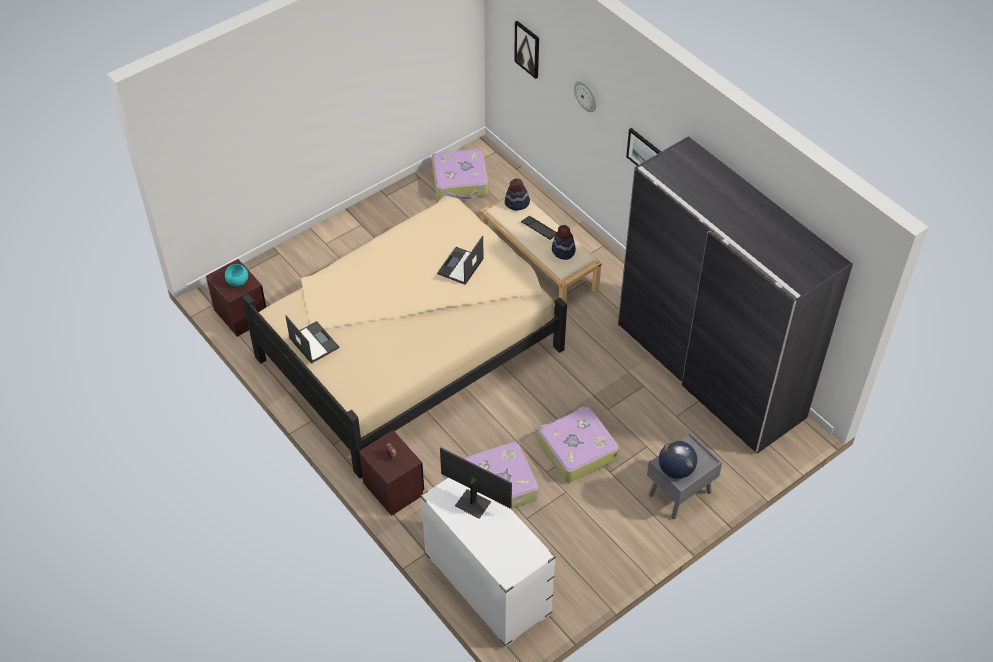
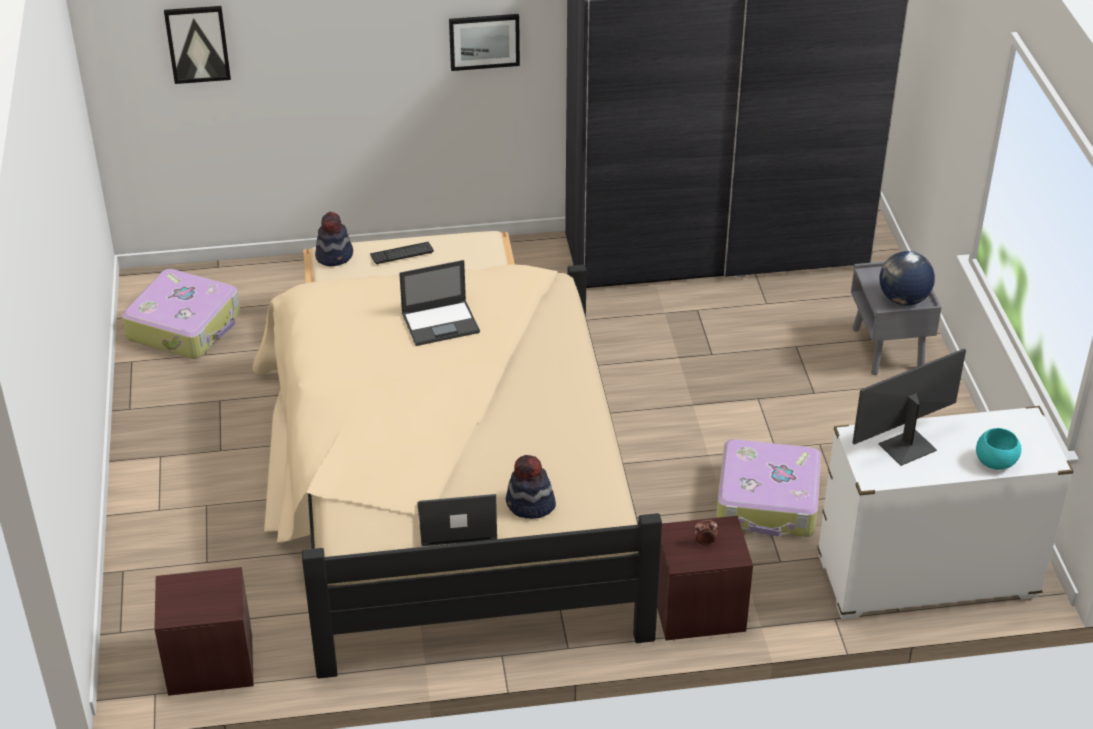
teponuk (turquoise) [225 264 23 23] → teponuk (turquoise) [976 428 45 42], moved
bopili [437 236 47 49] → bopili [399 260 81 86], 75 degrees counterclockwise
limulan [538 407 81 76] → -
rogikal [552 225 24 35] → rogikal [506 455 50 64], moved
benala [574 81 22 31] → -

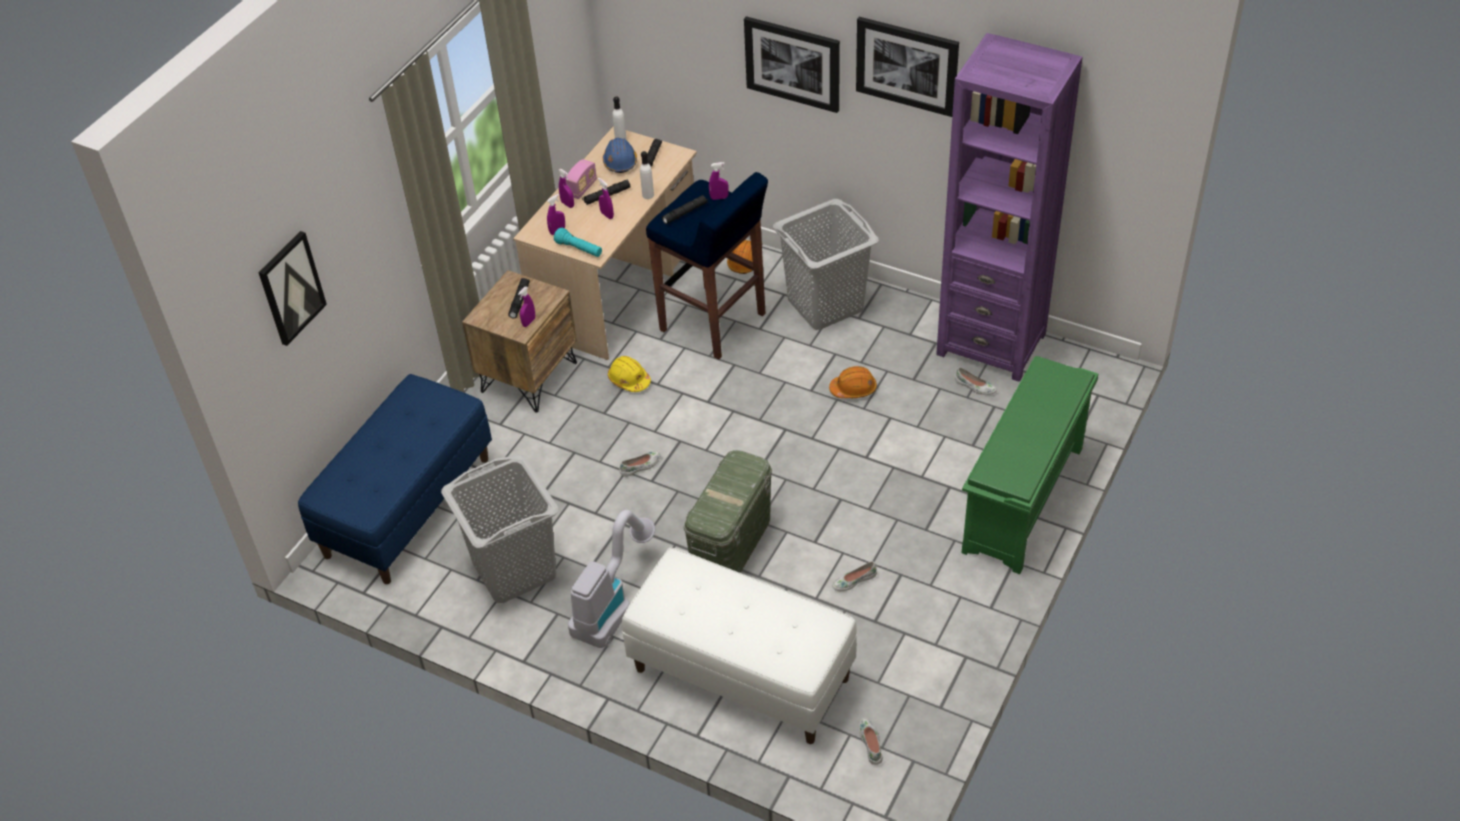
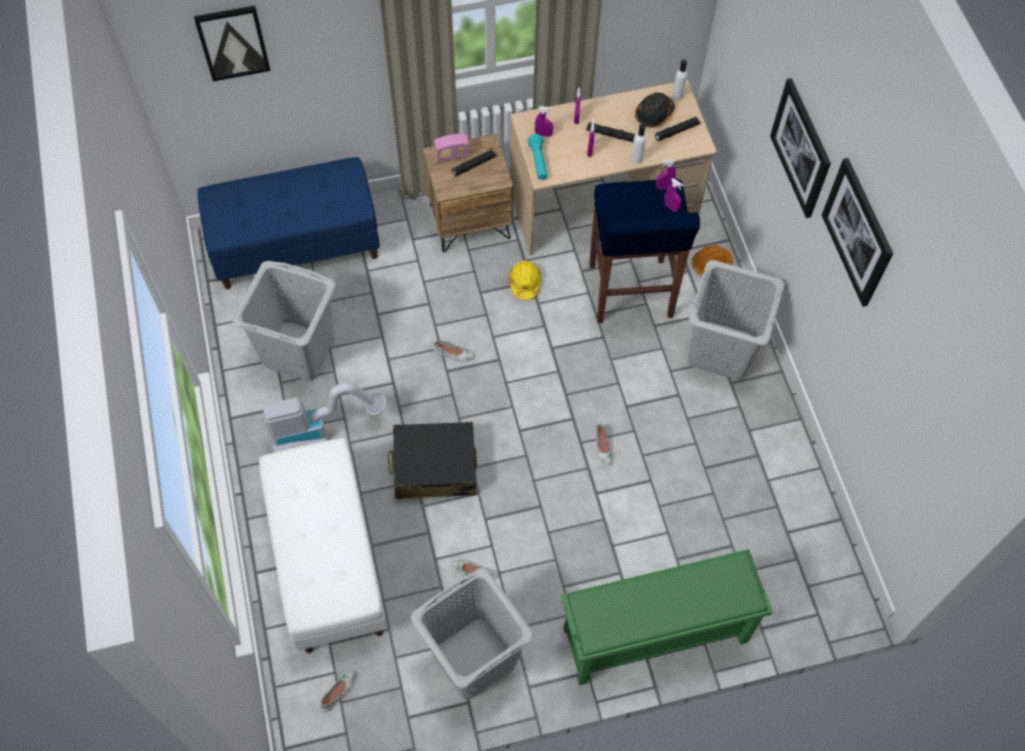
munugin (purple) [518 287 17 40] → munugin (purple) [656 159 20 31], moved
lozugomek [566 159 31 40] → lozugomek [434 134 36 29], moved
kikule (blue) [603 138 34 35] → kikule (black) [635 92 40 36]
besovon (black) [662 195 46 29] → -
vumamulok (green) [684 450 88 123] → limulan (black) [388 422 89 77]
kikule (orange) [829 366 48 32] → -
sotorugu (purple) [936 33 147 349] → -
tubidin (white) [955 368 42 27] → tubidin (white) [594 424 19 42], moved
- → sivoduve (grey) [411 568 123 131]

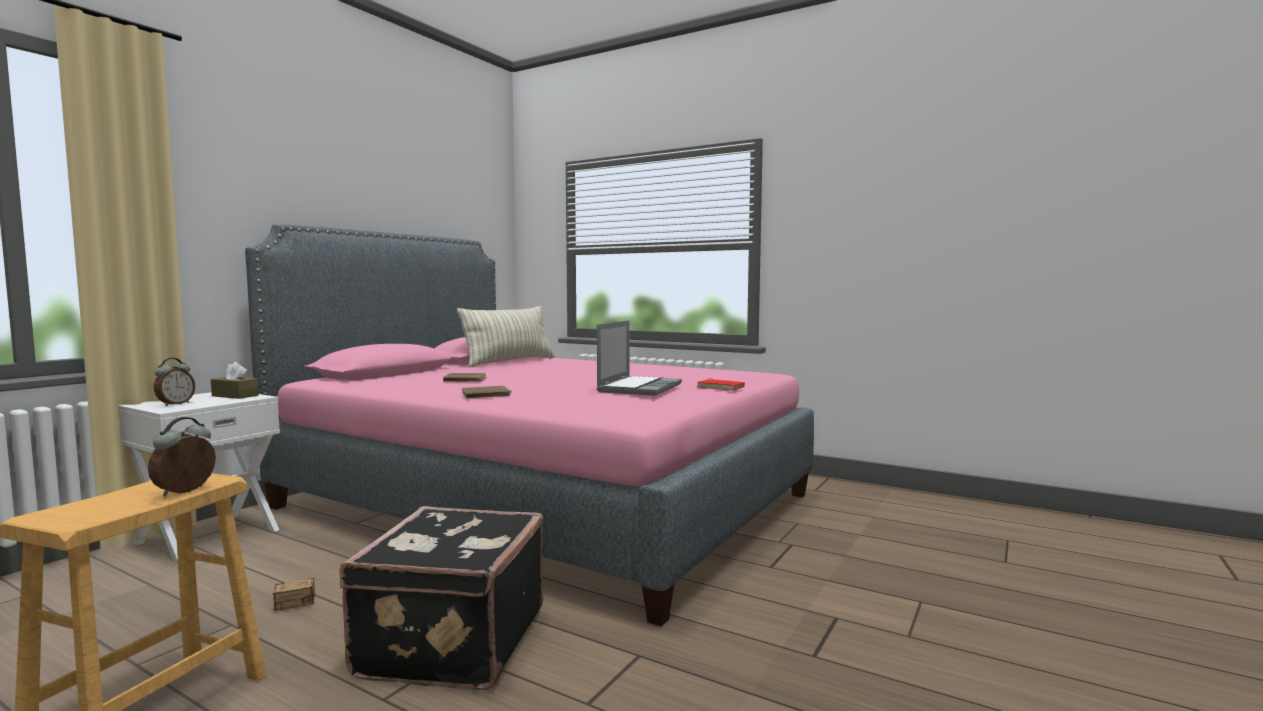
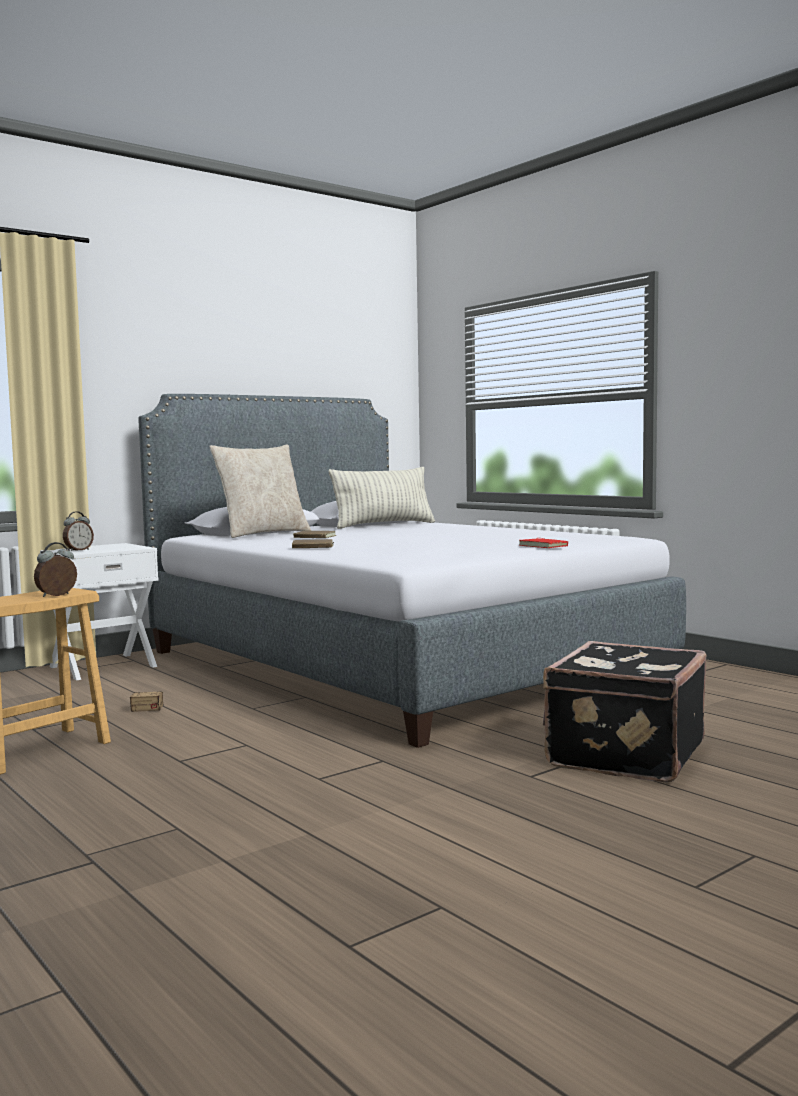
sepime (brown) [211 362 48 37] → -
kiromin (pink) [245 224 569 402] → kiromin (grey) [139 394 547 354]
limulan (black) [339 506 204 184] → limulan (black) [543 641 164 142], moved
bopili [597 321 85 75] → -
- → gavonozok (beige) [209 445 102 93]

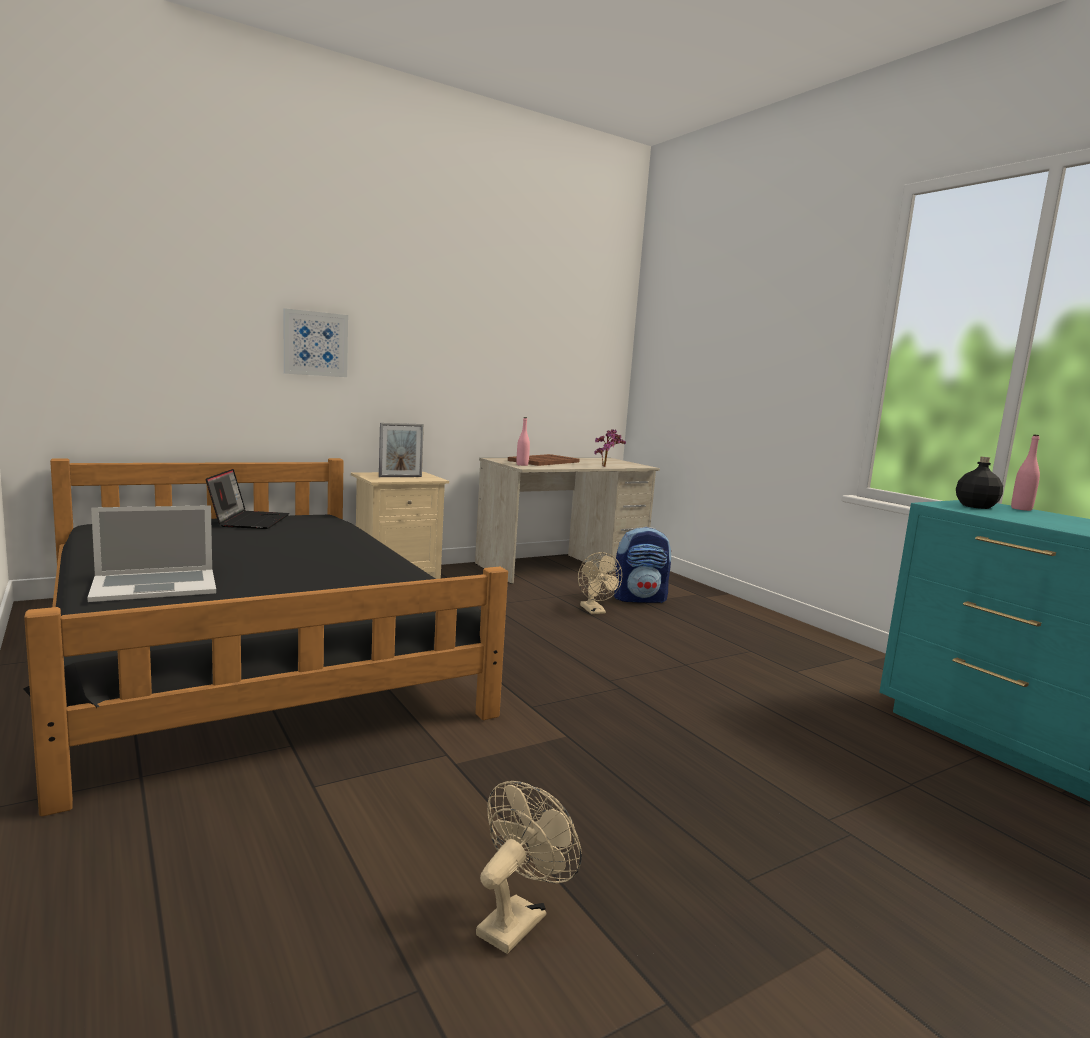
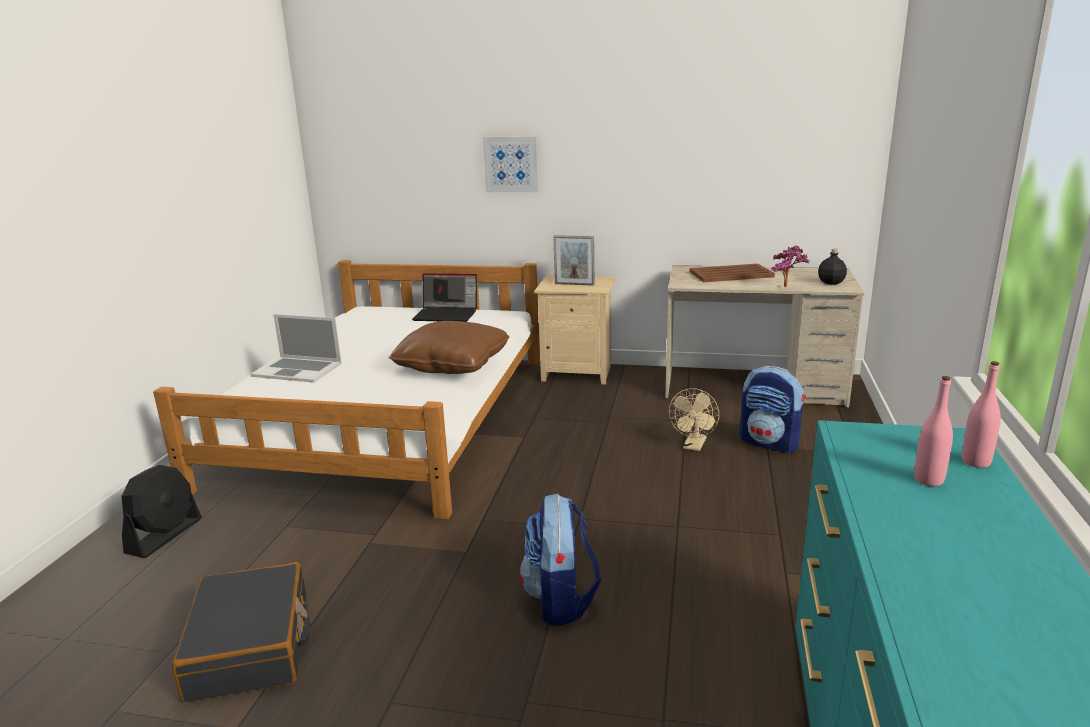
kiromin (black) [23 458 485 358] → kiromin (white) [153 260 387 260]
bopili [206 469 83 60] → bopili [412 273 65 49], 60 degrees clockwise
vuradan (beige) [476 781 106 173] → limulan (black) [172 562 138 141]
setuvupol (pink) [517 417 13 49] → setuvupol (pink) [914 376 39 110], moved
setuvupol (black) [956 457 47 52] → setuvupol (black) [818 249 29 36], moved
- → vuradan (black) [121 465 81 93]
- → gavonozok (brown) [389 321 120 53]
- → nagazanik [520 494 81 132]

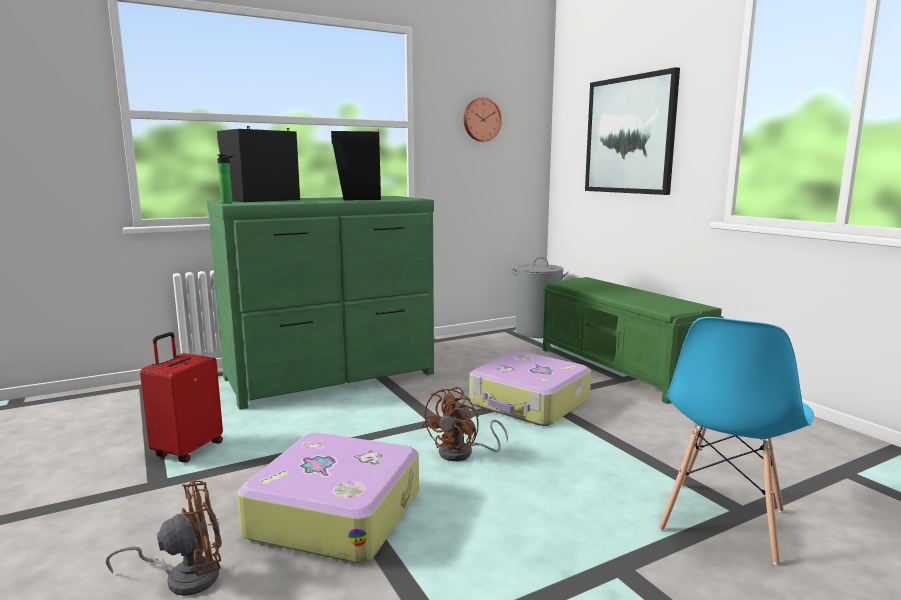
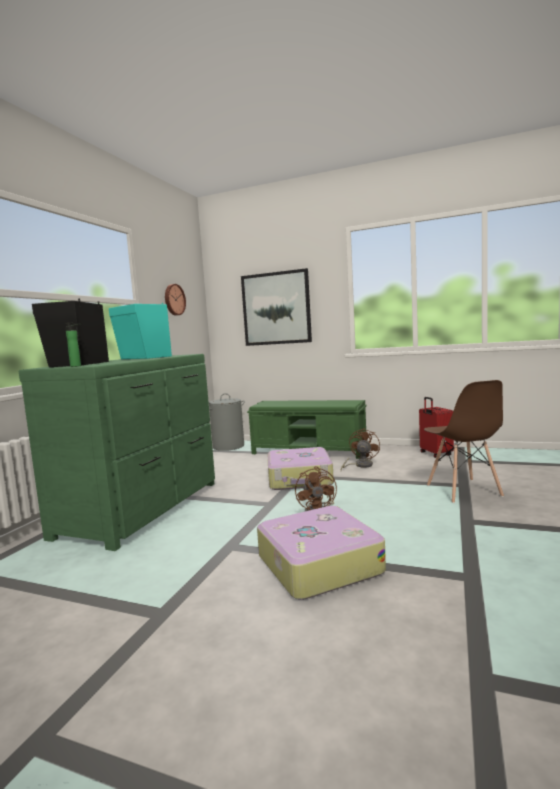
vuradan (brown) [105 481 117 115] → vuradan (brown) [341 428 39 42], moved
limulan (red) [140 332 83 130] → limulan (red) [419 397 35 61], moved
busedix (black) [331 129 50 71] → busedix (turquoise) [109 303 63 56]
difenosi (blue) [659 317 155 248] → difenosi (brown) [424 380 80 123]

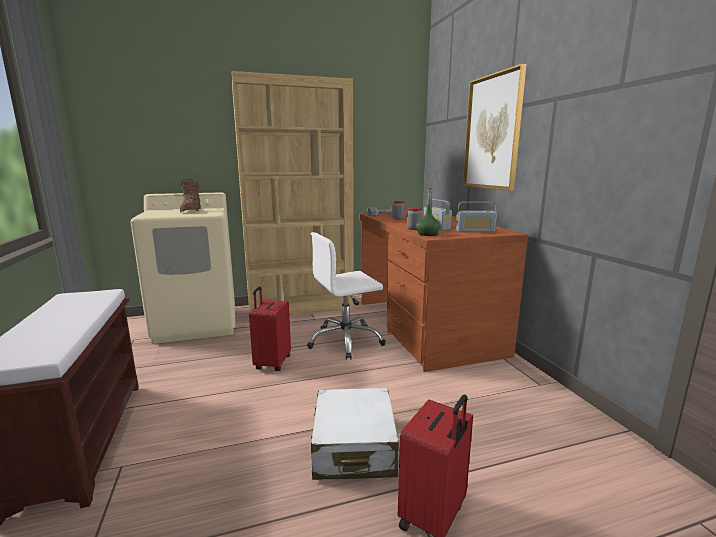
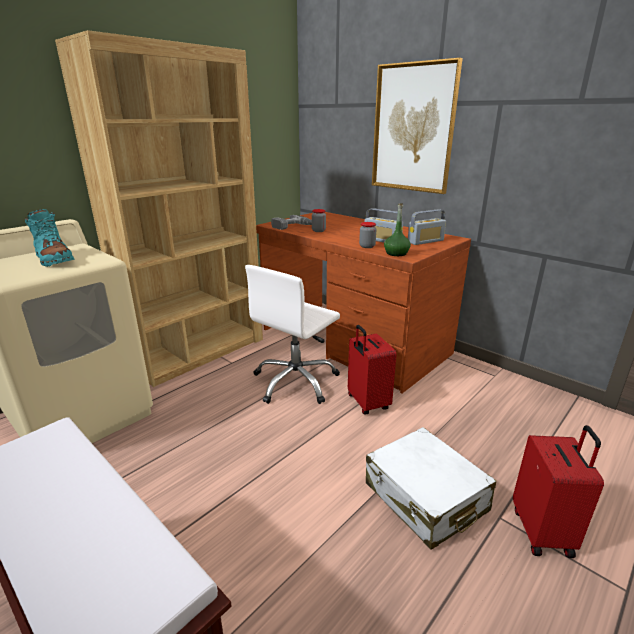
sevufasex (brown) [180 179 21 34] → sevufasex (turquoise) [25 209 50 58]
limulan (red) [249 286 42 85] → limulan (red) [348 325 49 89], moved

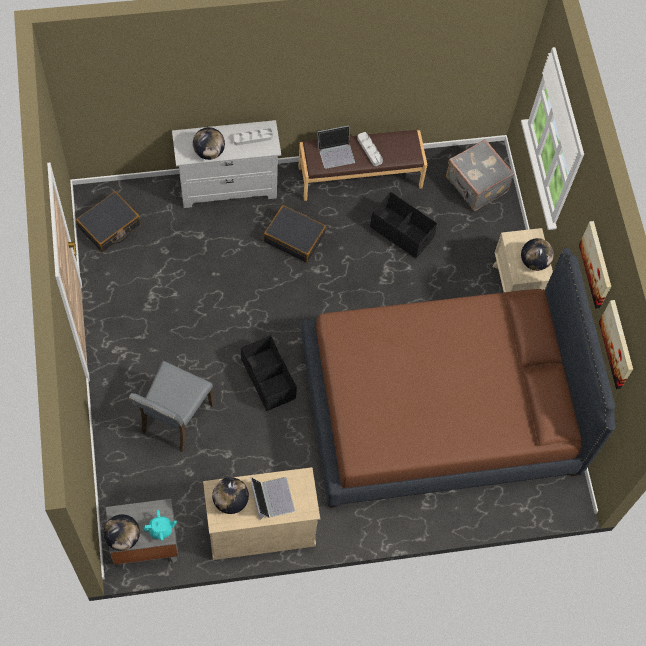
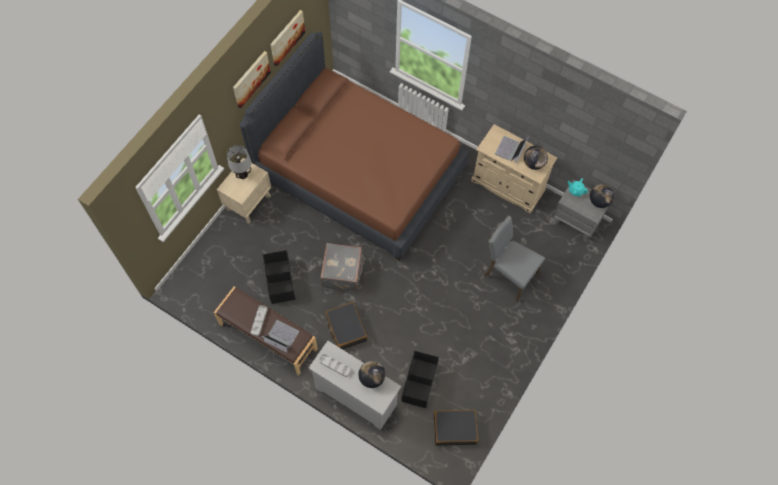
difenosi (grey) [129 361 85 91] → difenosi (grey) [484 216 61 86], 120 degrees counterclockwise
vumamulok (black) [241 335 56 76] → vumamulok (black) [402 351 37 57], moved
limulan (grey) [446 139 68 72] → limulan (grey) [320 243 44 49], moved
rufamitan [521 238 33 33] → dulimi [227 145 24 34]

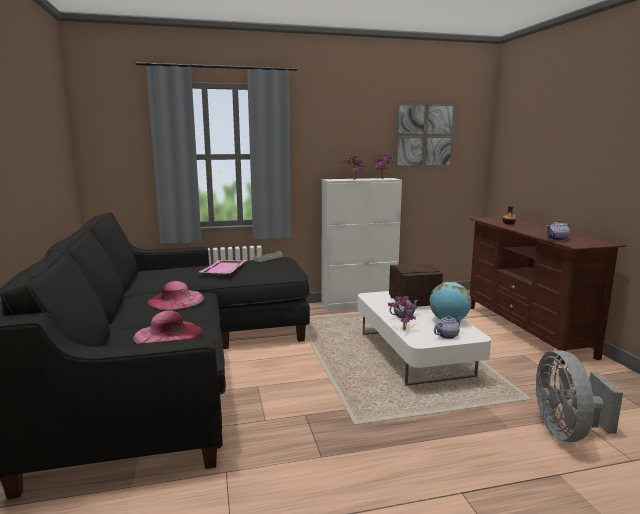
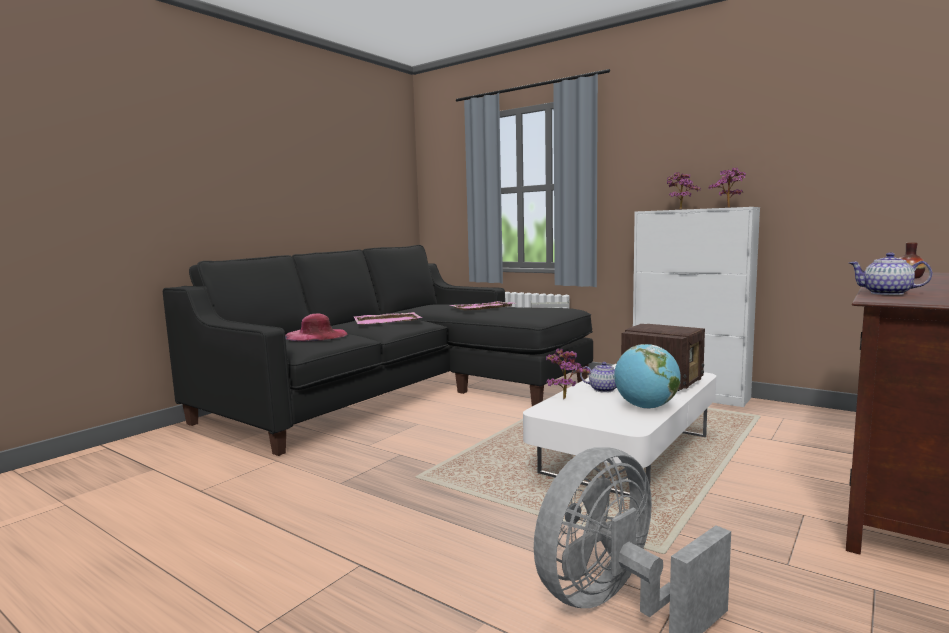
rogikal (pink) [147 281 57 29] → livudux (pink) [354 312 68 13]
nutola [395 104 60 63] → -
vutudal [434 315 28 24] → -

